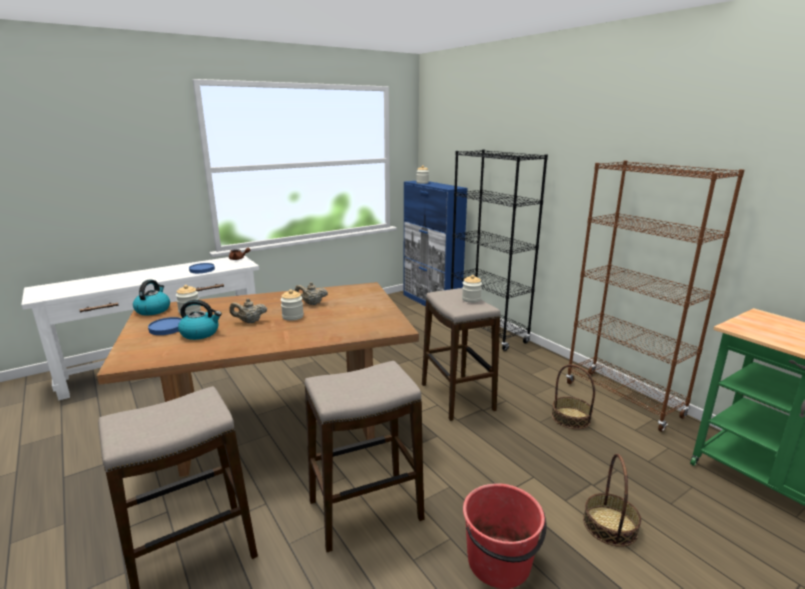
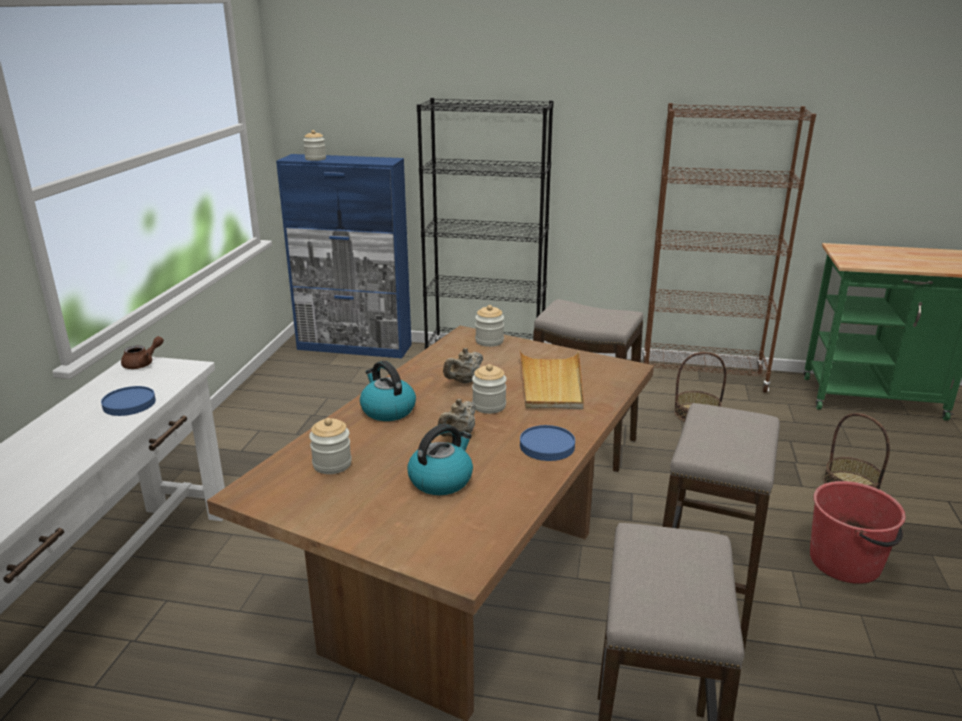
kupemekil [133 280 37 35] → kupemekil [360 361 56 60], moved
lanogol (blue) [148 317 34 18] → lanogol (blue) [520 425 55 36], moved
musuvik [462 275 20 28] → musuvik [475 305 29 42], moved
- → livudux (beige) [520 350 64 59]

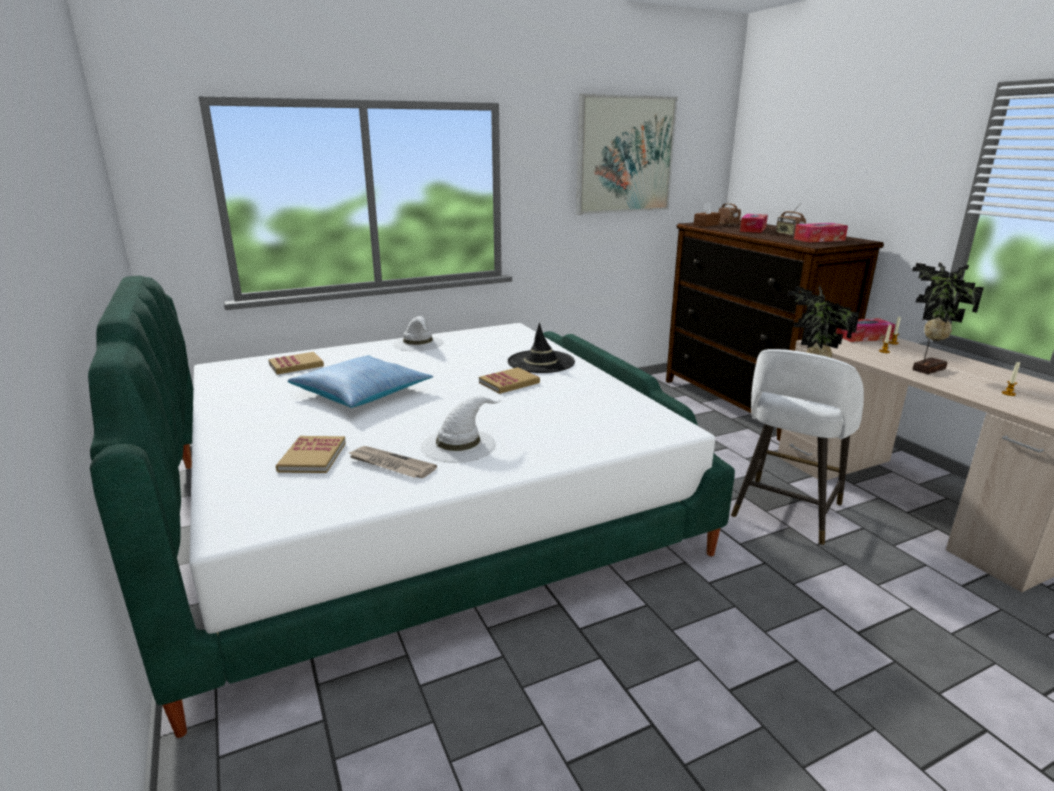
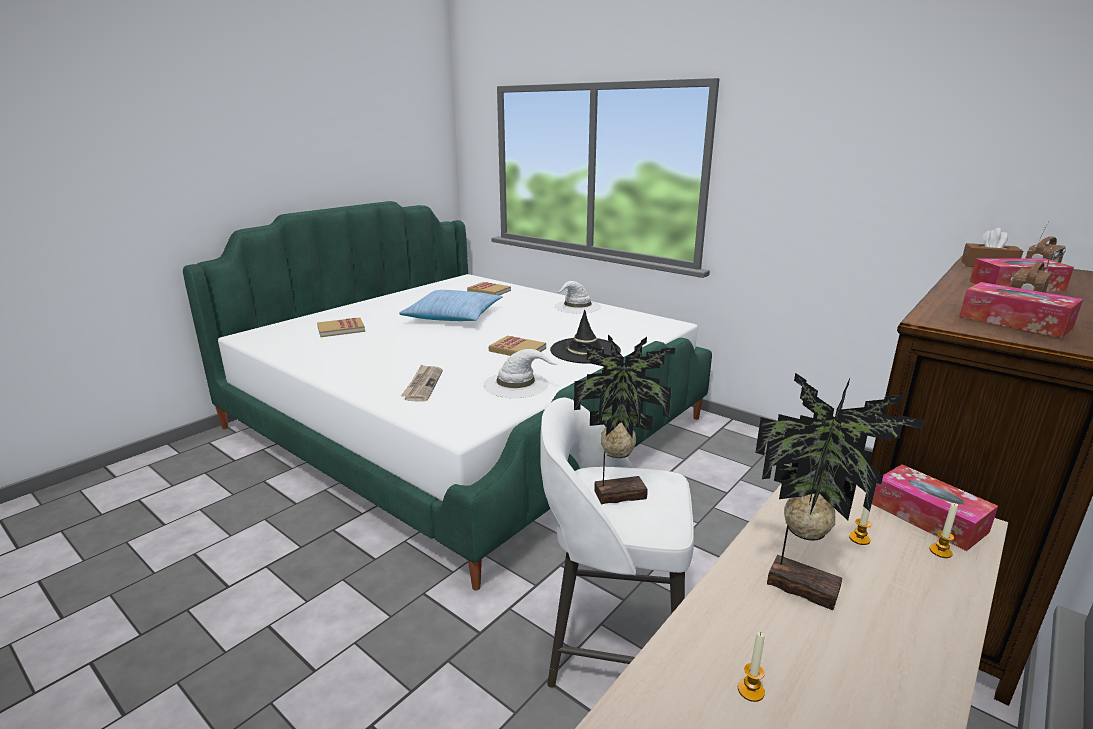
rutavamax [347 446 90 32] → rutavamax [401 364 42 38], moved
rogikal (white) [421 396 80 67] → rogikal (white) [483 349 74 49], moved
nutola [576 94 101 121] → -

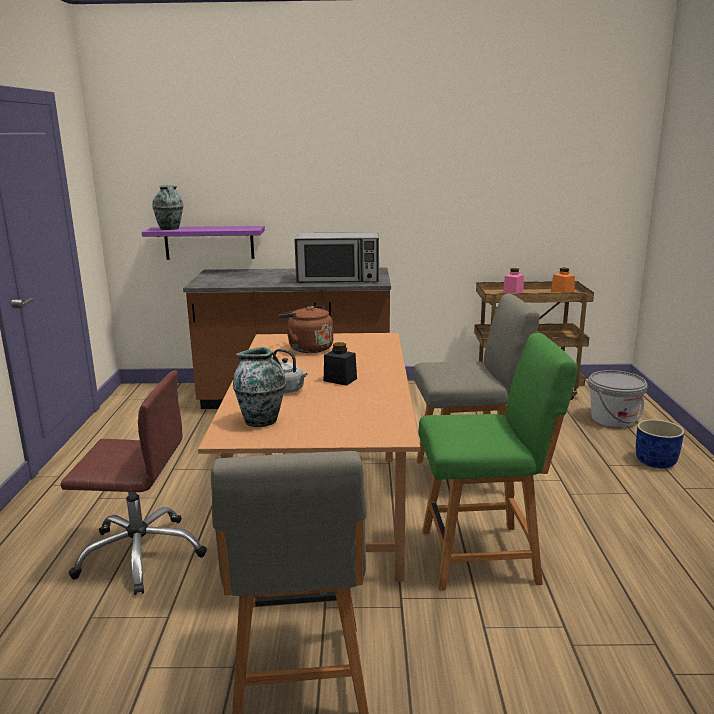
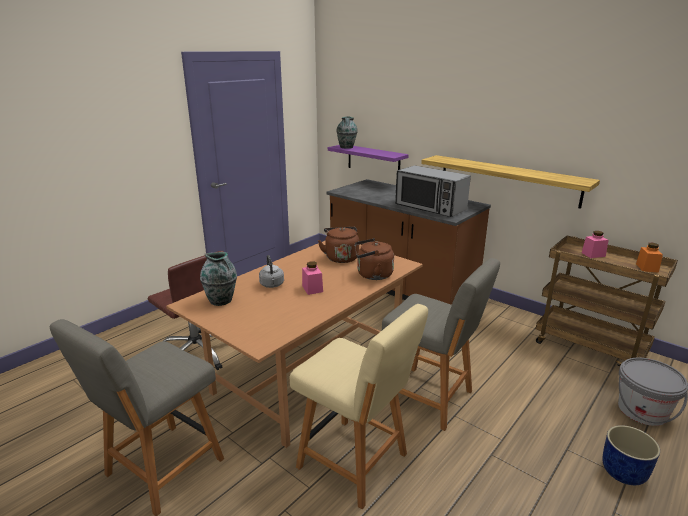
musuvik (black) [324 342 33 44] → musuvik (pink) [302 261 21 34]
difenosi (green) [418 333 160 257] → difenosi (beige) [290 304 138 205]
- → kupemekil (brown) [354 238 40 42]
- → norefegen [421 155 179 54]

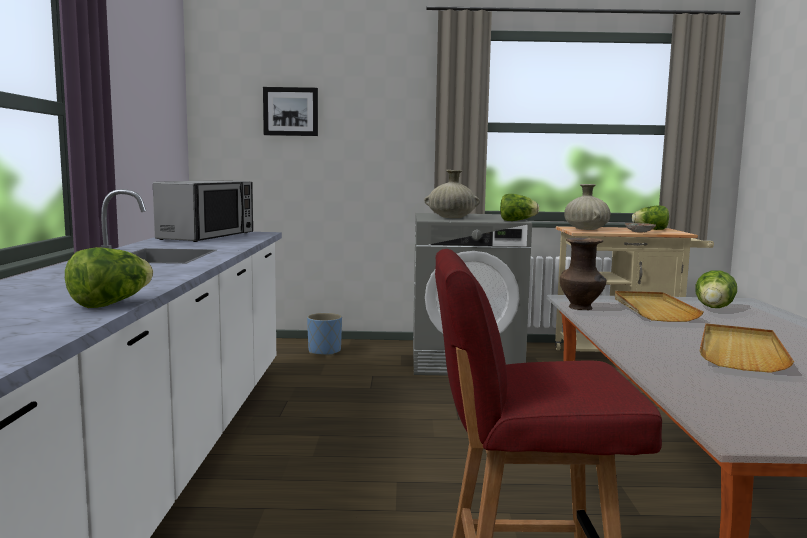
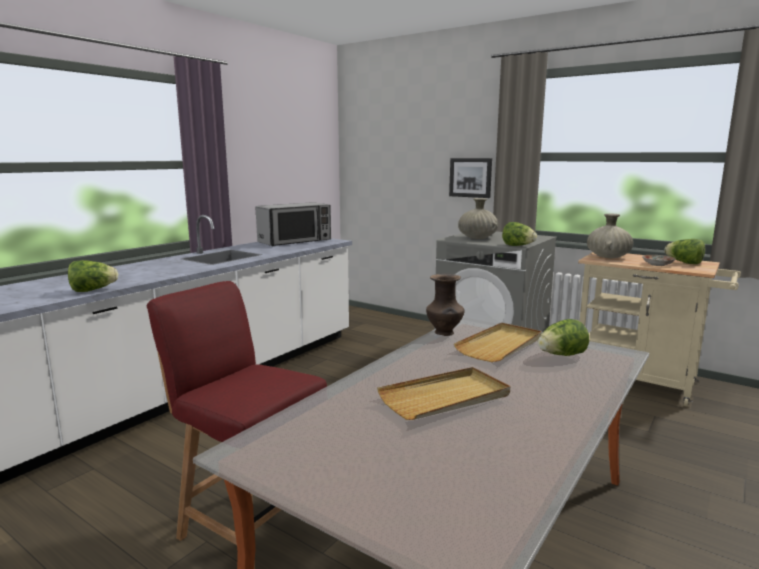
nutola [263 87 55 49] → nutola [449 158 43 40], moved
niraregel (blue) [307 313 35 43] → -

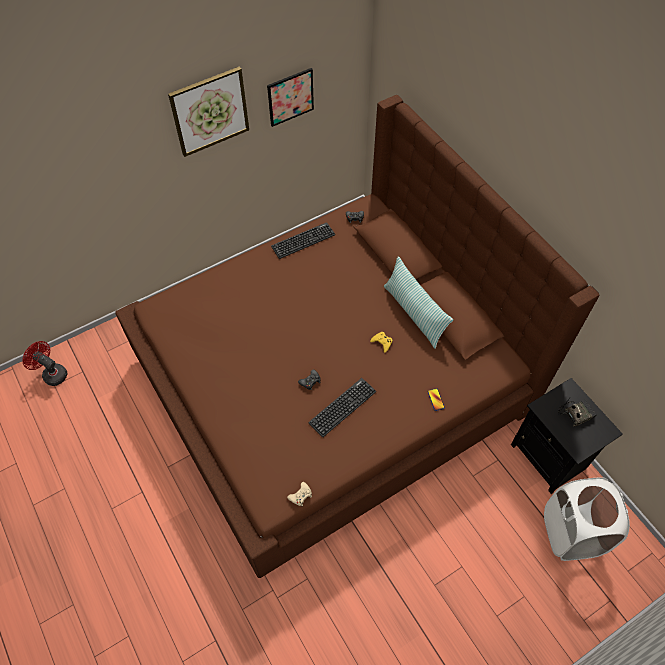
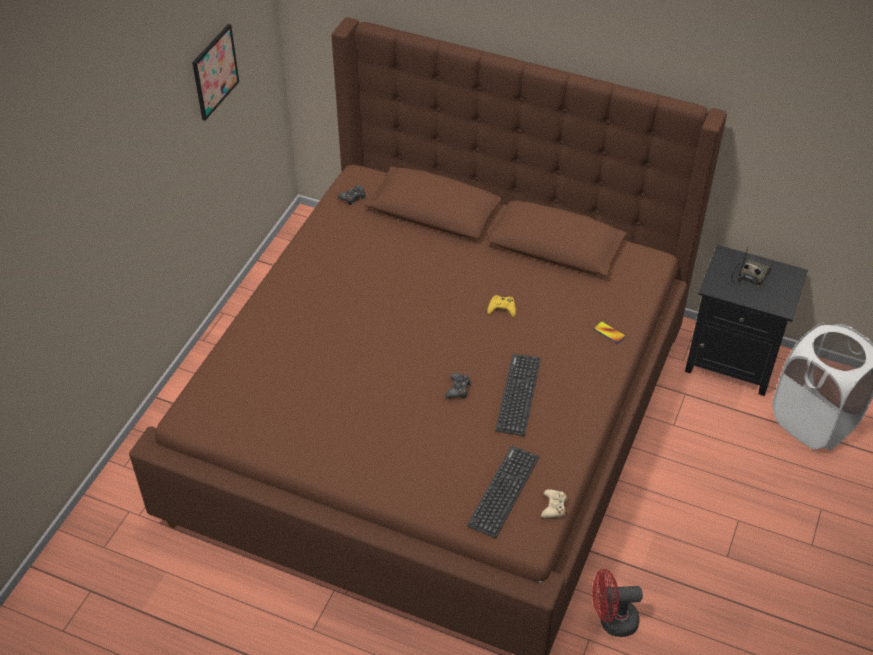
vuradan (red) [22 341 45 45] → vuradan (red) [592 569 51 68], moved
nutola [168 67 81 90] → -
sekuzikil [271 222 64 37] → sekuzikil [467 446 72 92], moved
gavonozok [384 256 69 93] → -

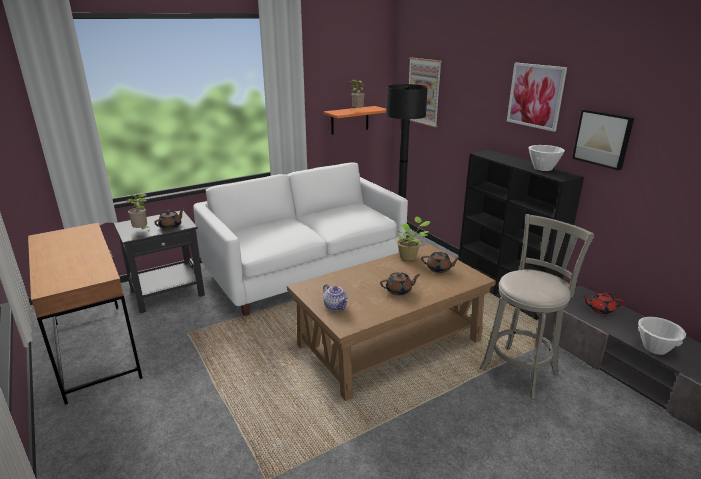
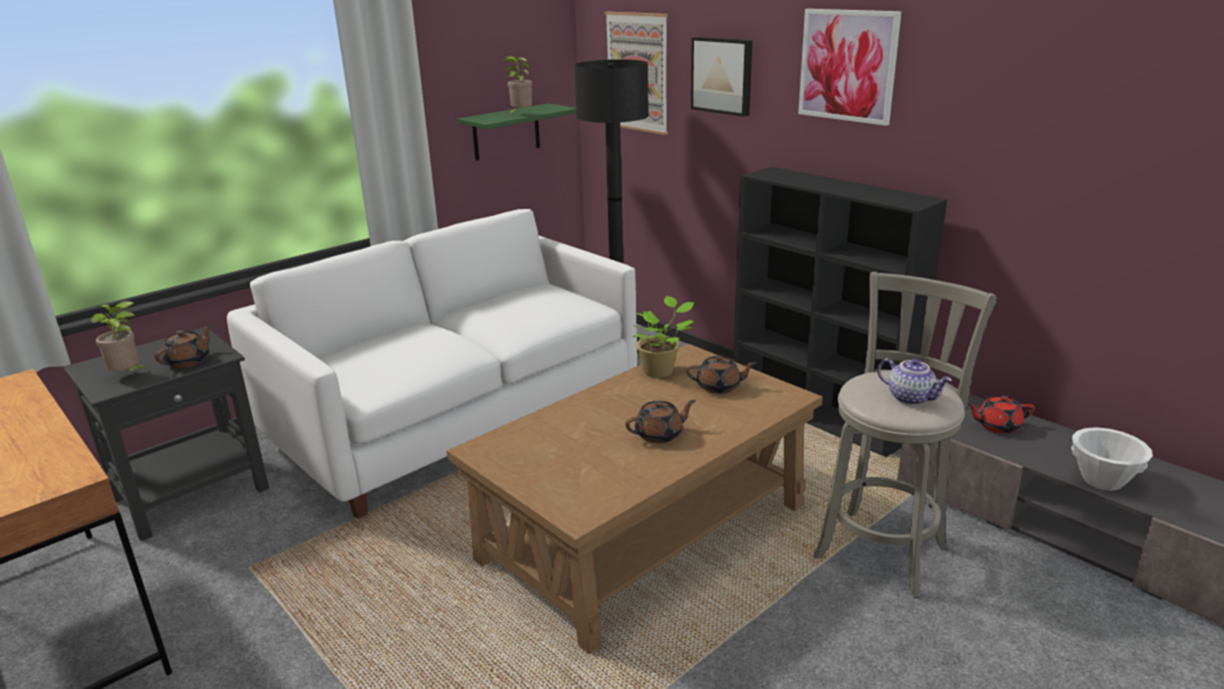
norefegen (orange) [323 106 63 28] → norefegen (green) [458 103 118 58]
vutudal [323 284 25 27] → vutudal [877 358 75 47], moved
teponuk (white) [529 145 36 26] → -
nutola [572 109 62 61] → nutola [691 37 61 80], moved

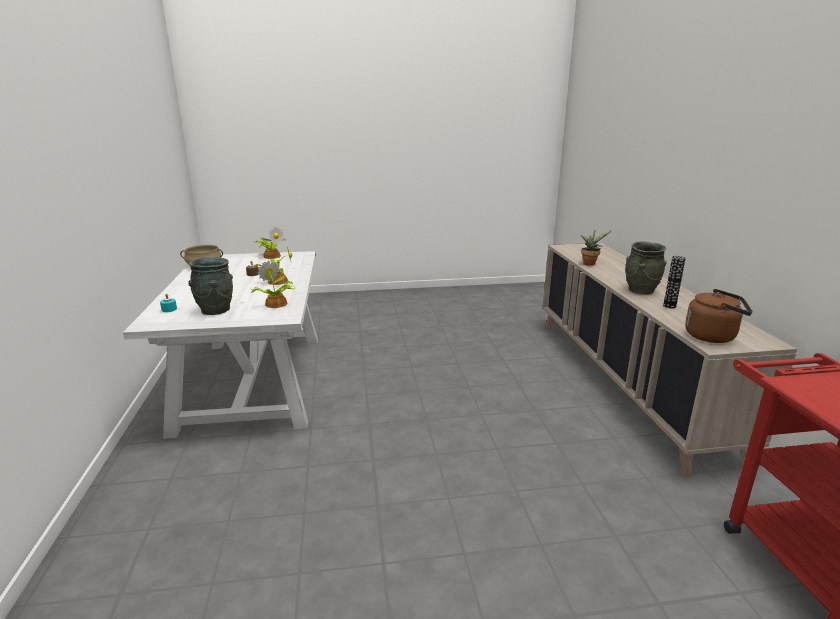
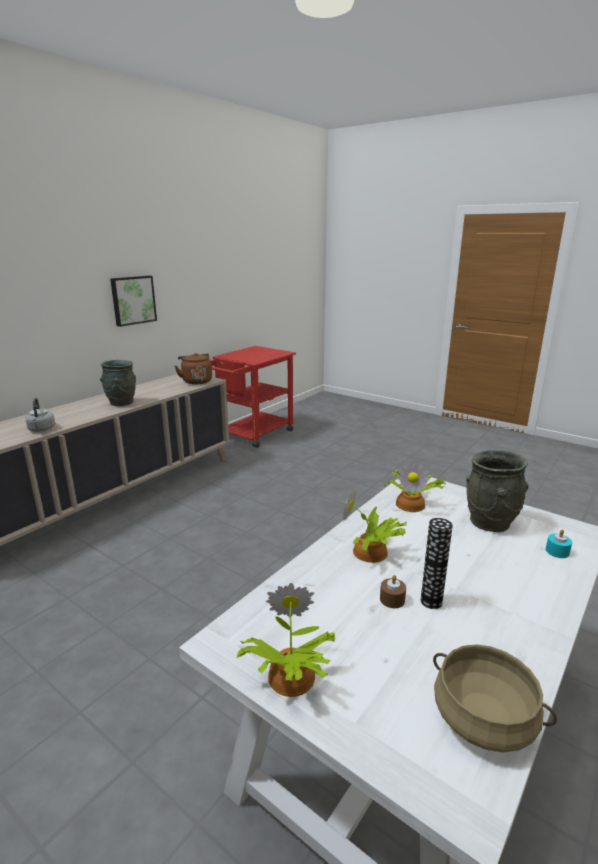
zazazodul [580 230 32 36] → kupemekil (grey) [25 398 30 34]
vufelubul [663 256 23 53] → vufelubul [421 518 32 91], moved
- → nutola [110 276 47 51]

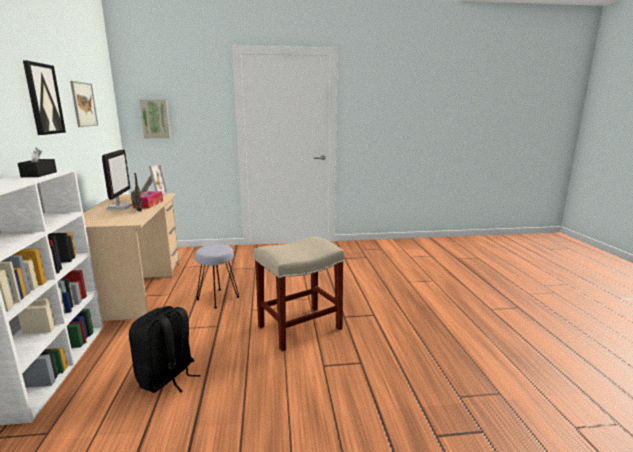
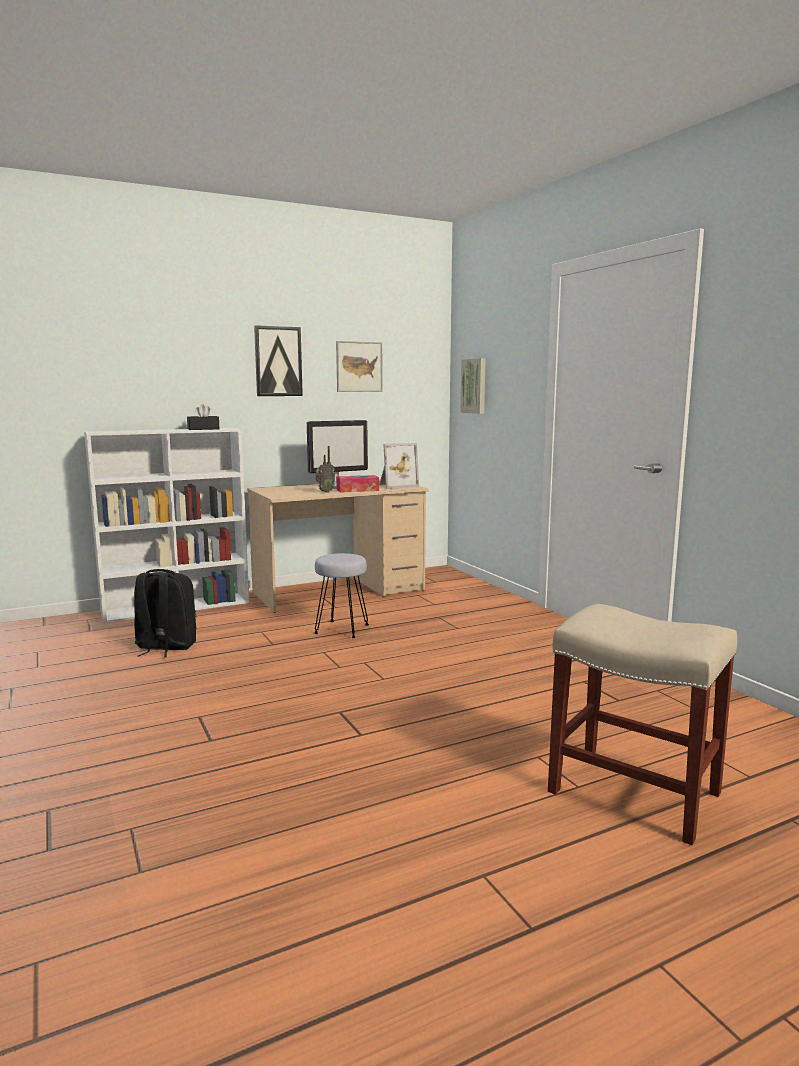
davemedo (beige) [254 236 90 115] → davemedo (beige) [548 604 189 241], moved

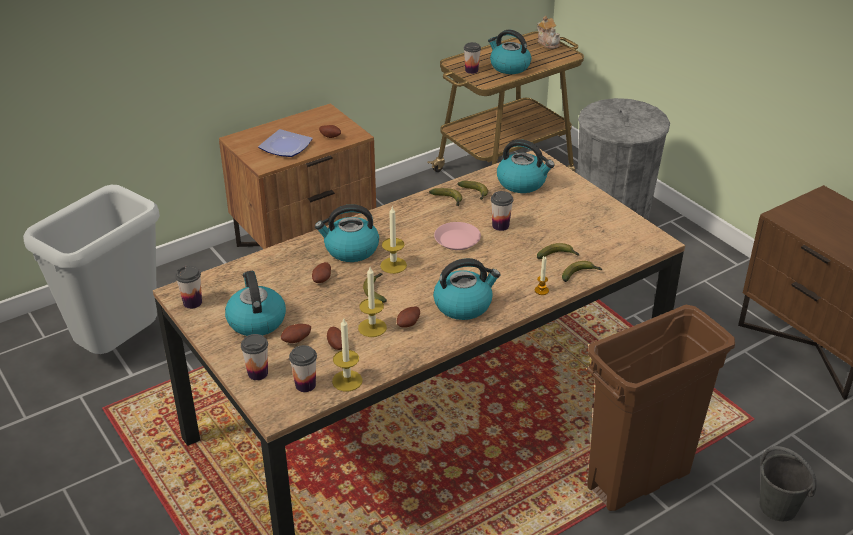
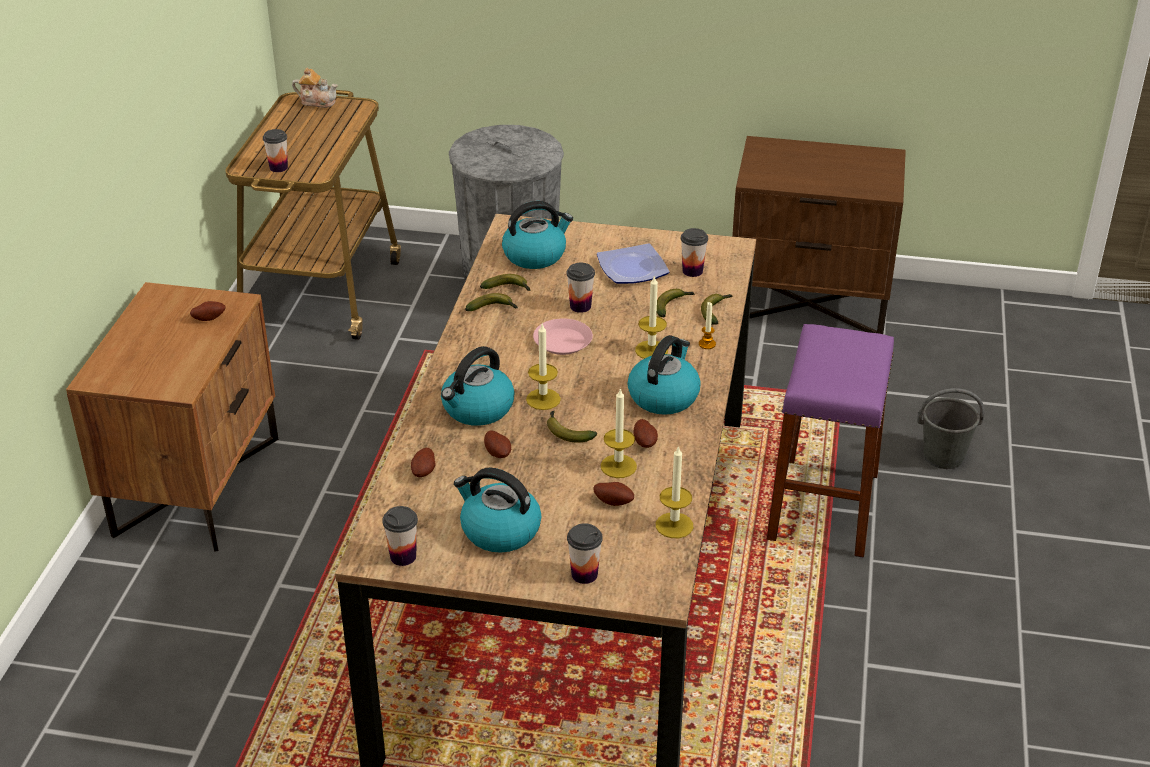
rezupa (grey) [23 185 137 169] → -
lanogol [258 129 55 28] → lanogol [597 243 73 41], moved
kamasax [281 324 30 19] → kamasax [411 448 24 29], moved
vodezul [289 345 28 47] → vodezul [681 228 27 49], moved
kupemekil [488 30 43 44] → -
rezupa (brown) [587 305 148 206] → davemedo (purple) [767 324 127 234]
- → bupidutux [635 275 33 84]

